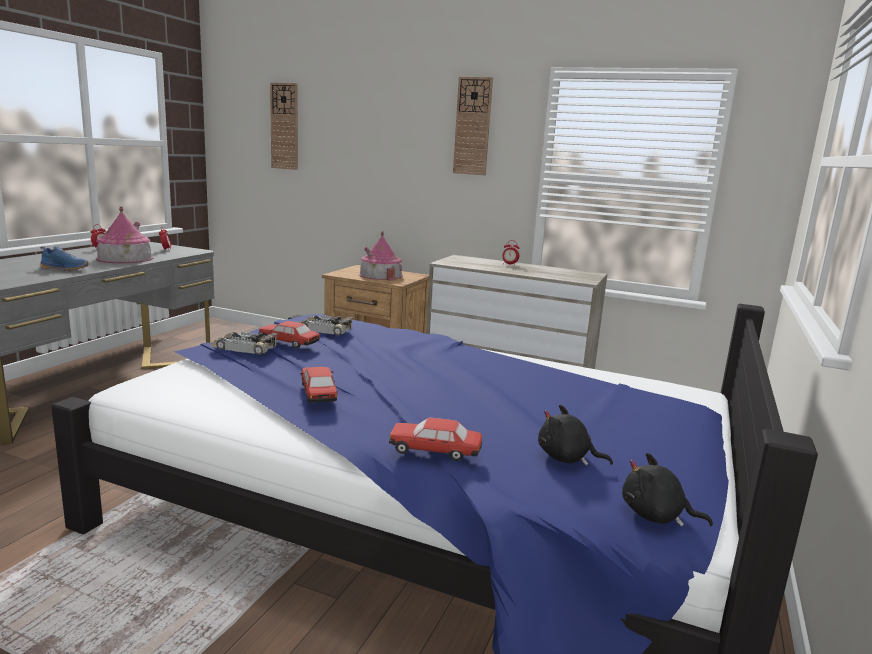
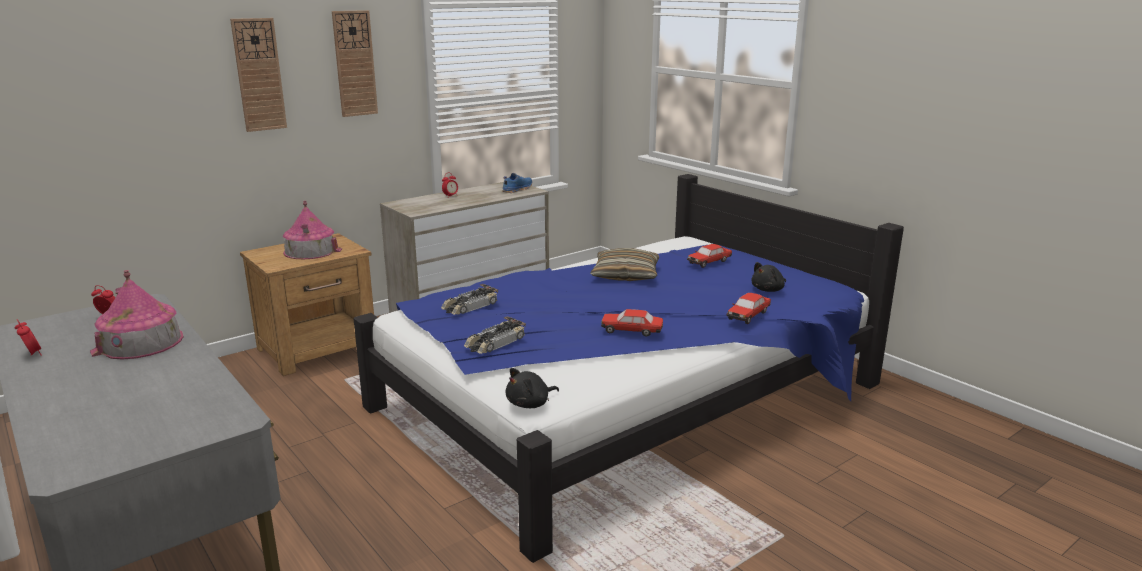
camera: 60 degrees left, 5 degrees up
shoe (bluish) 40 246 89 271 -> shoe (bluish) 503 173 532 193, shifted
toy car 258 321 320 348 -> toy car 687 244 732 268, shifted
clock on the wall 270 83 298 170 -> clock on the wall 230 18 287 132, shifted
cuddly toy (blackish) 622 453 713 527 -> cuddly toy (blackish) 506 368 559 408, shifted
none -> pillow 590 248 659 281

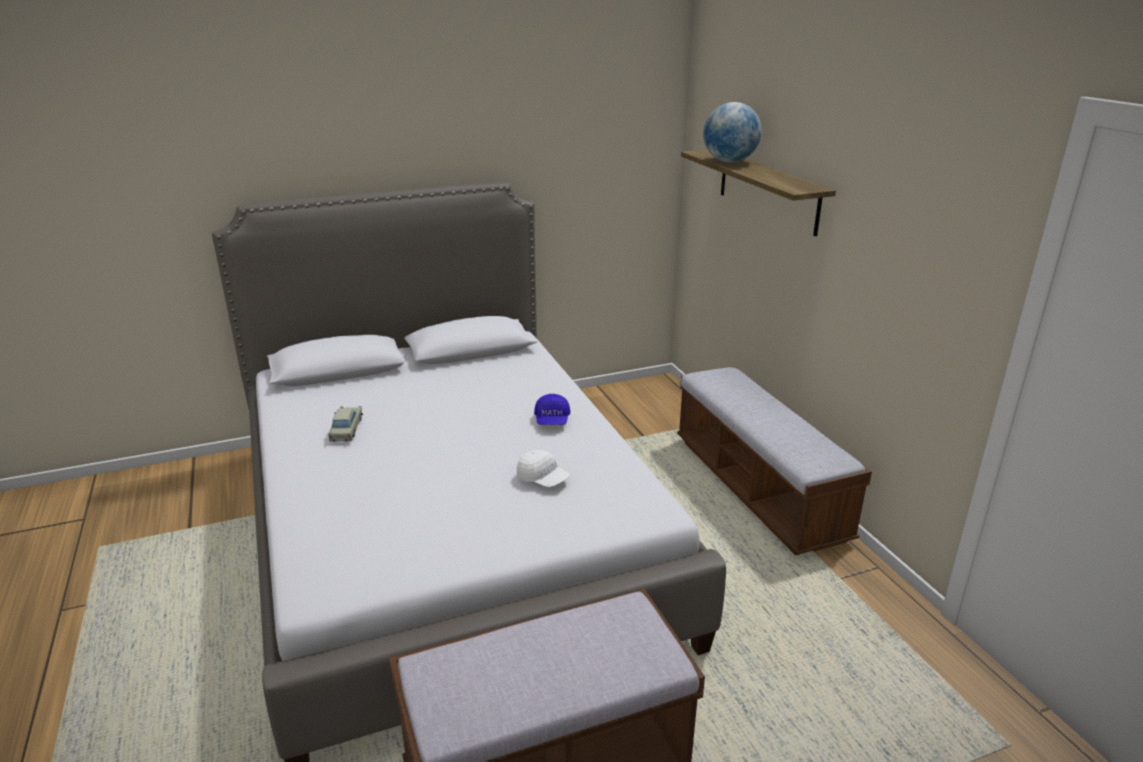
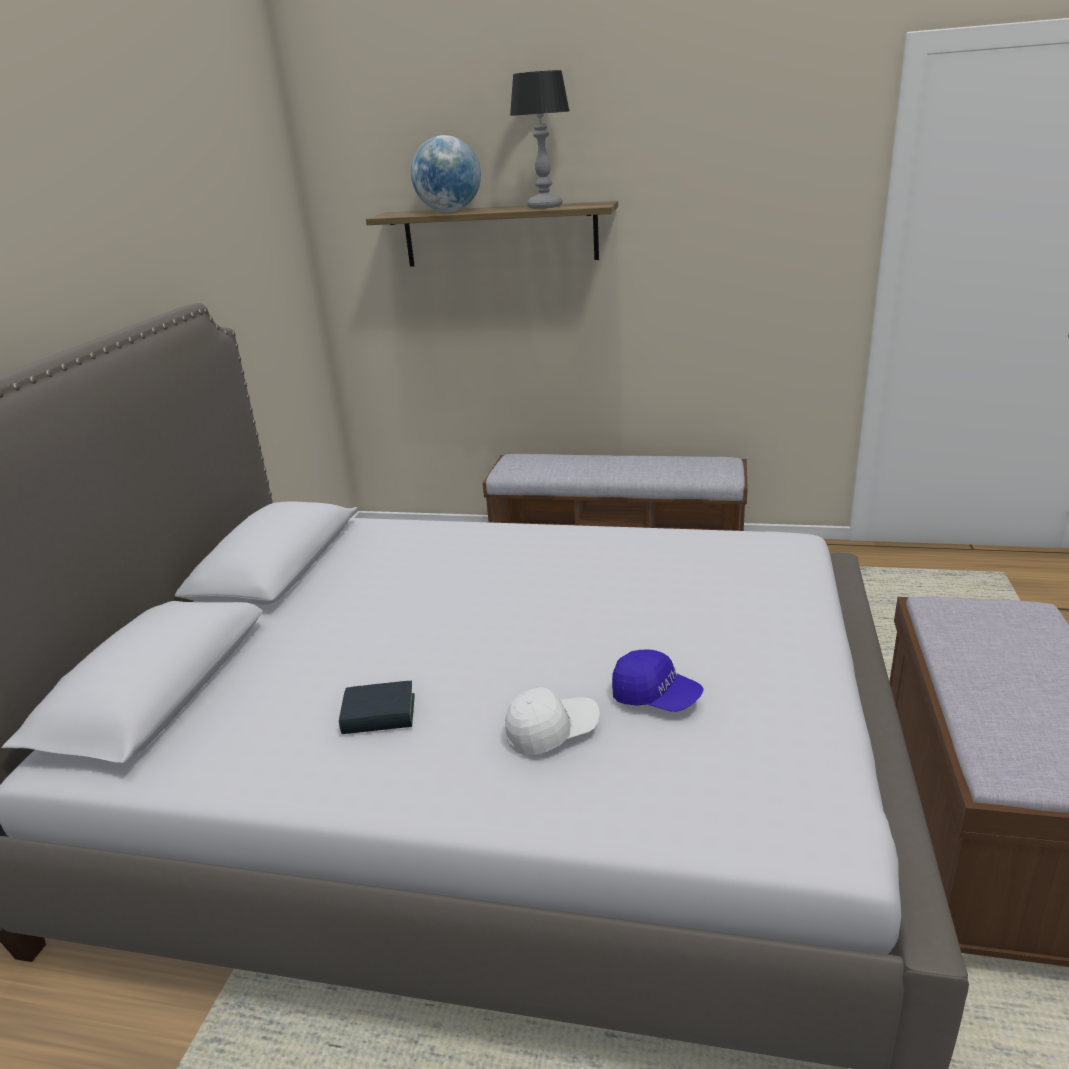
camera: 55 degrees left, 0 degrees up
toy car (beige) 328 406 363 442 -> bound book 339 681 415 734
baseball cap (whitish) 517 450 570 487 -> baseball cap (whitish) 505 687 600 756, shifted
baseball cap (bluish) 534 394 571 425 -> baseball cap (bluish) 612 649 703 712, shifted
none -> tabletop lamp 510 70 569 209

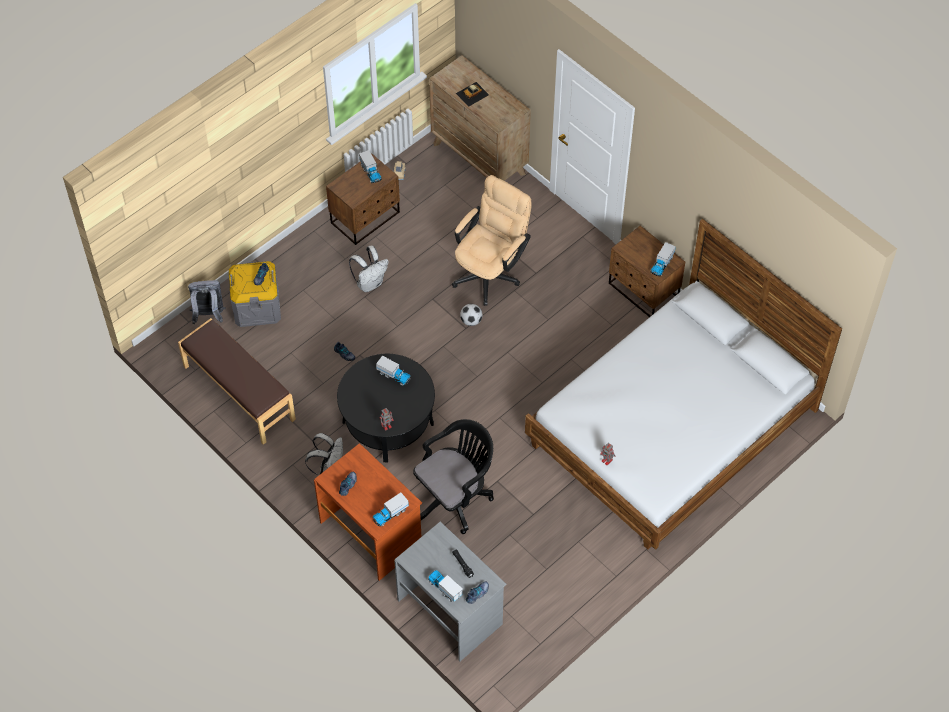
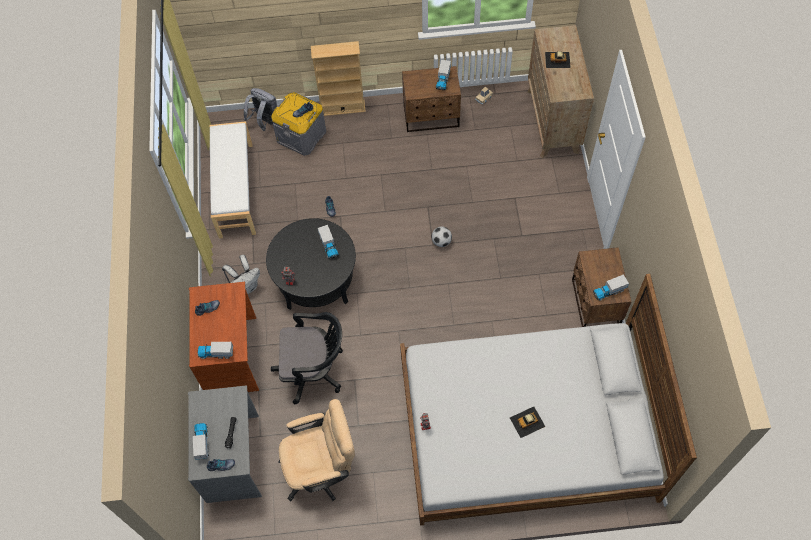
camera: 40 degrees right, 5 degrees up
long seat (brown) 178 318 296 445 -> long seat (whitish) 210 121 256 238
rucksack (whitish) 349 246 388 292 -> none
desk chair (beige) 452 175 532 306 -> desk chair (beige) 278 399 355 501, shifted
none -> bookcase (beige) 311 41 366 116
none -> toy car 510 407 545 438

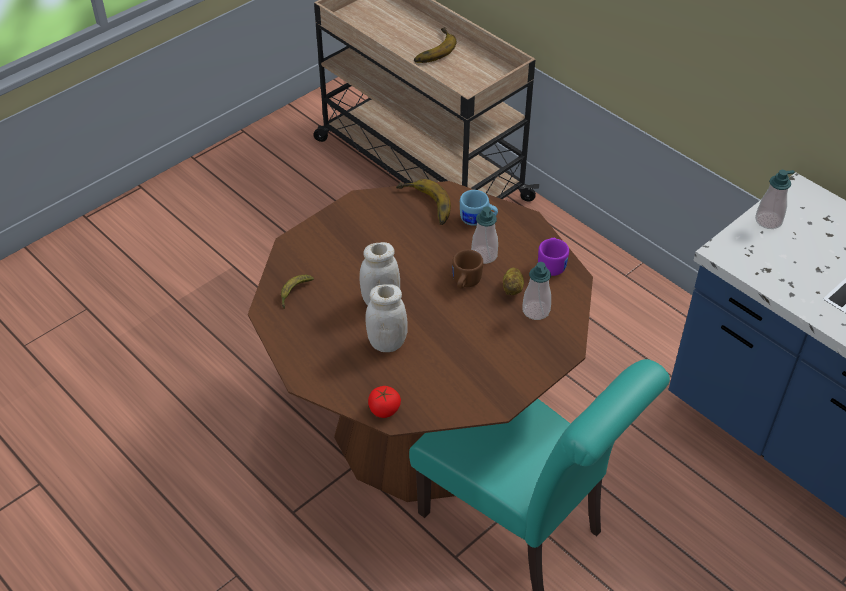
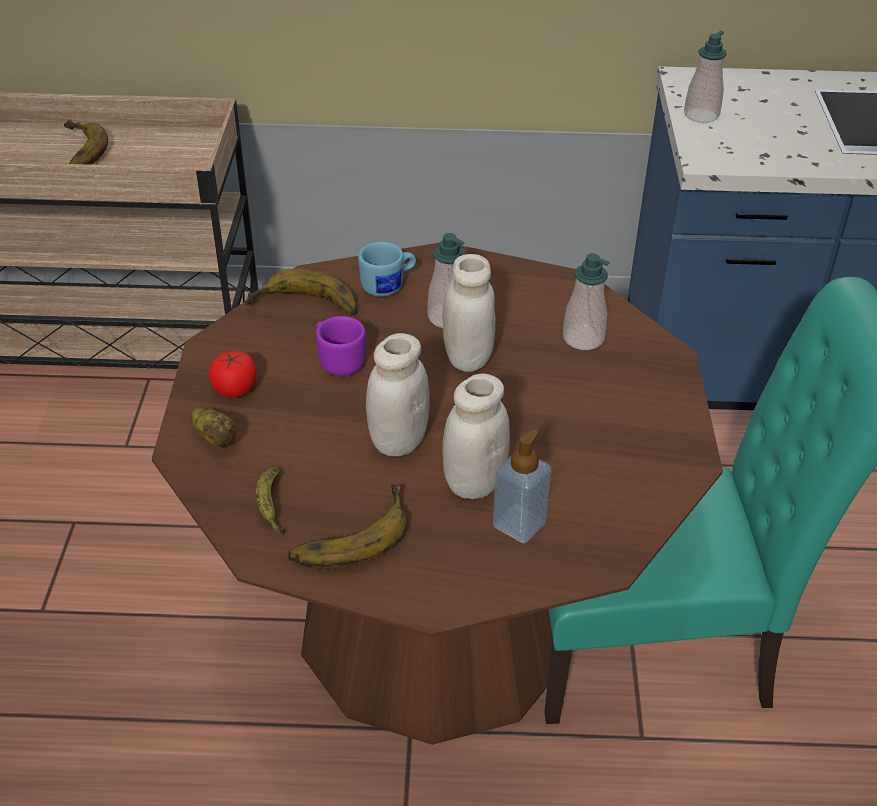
camera: 45 degrees left, 5 degrees down
whole tomato 368 386 401 418 -> whole tomato 209 351 257 398, shifted
coffee mug (brown) 452 249 483 288 -> preserve jar (whitish) 442 254 496 372
spud 503 268 524 295 -> spud 190 407 237 449, shifted
coffee mug (purple-coloured) 538 238 569 276 -> coffee mug (purple-coloured) 315 316 366 376, shifted
none -> whole banana 288 484 407 568
none -> liquid soap bottle 493 429 552 543

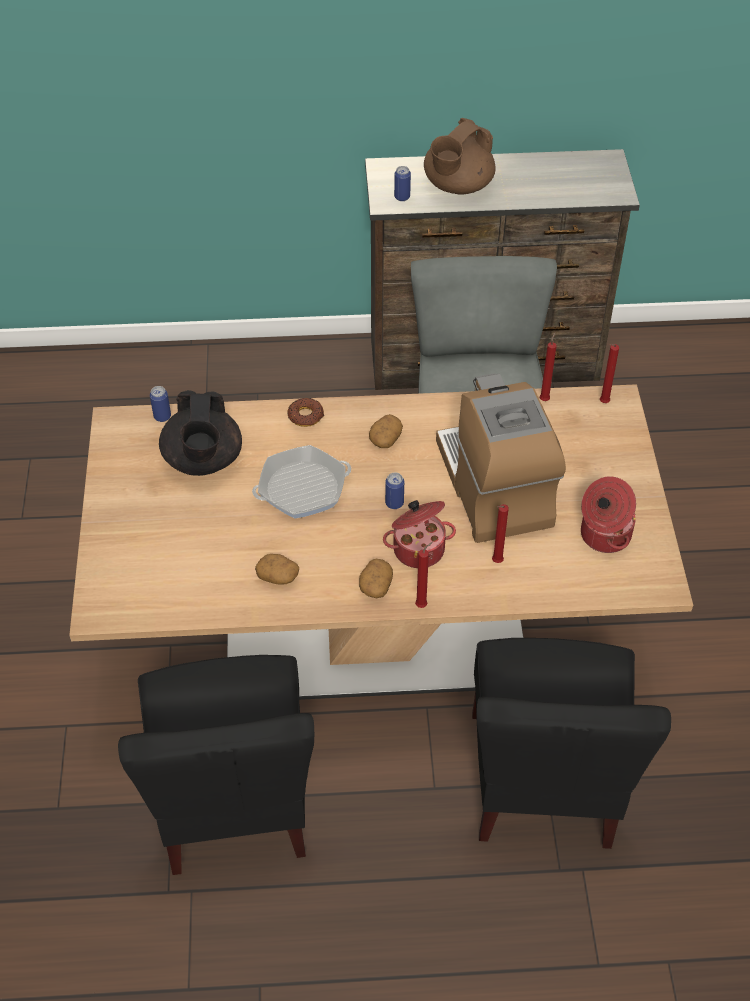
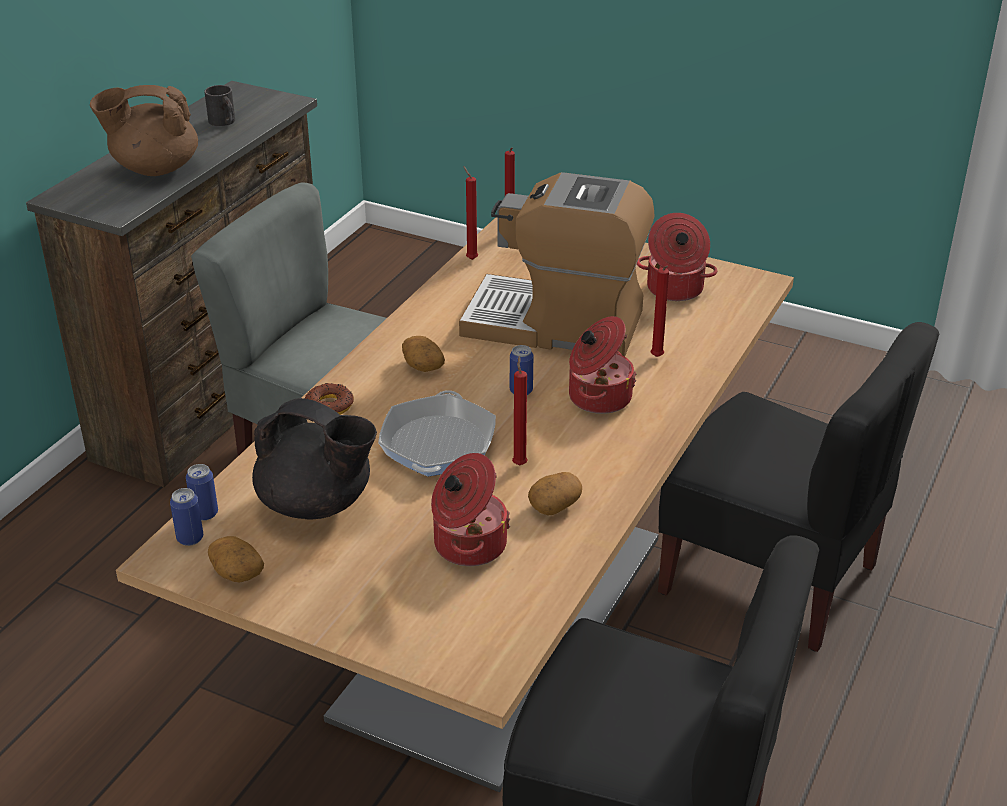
camera: 60 degrees left, 15 degrees down
spud 359 559 393 598 -> spud 208 536 264 582, shifted
sealed can 394 166 411 201 -> sealed can 170 488 203 546, shifted
wax light (red) 415 542 433 608 -> wax light (red) 512 356 527 465, shifted
tea pot (brown) 424 118 496 195 -> tea pot (brown) 90 85 198 176, 105 degrees clockwise
none -> coffee mug (blackish) 204 85 235 126
none -> saucepot 431 453 510 566

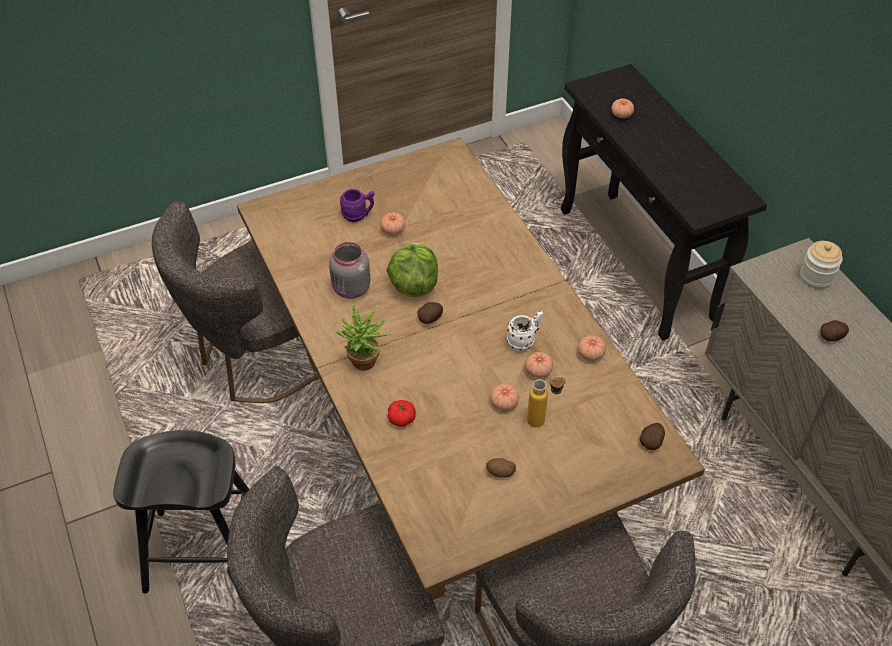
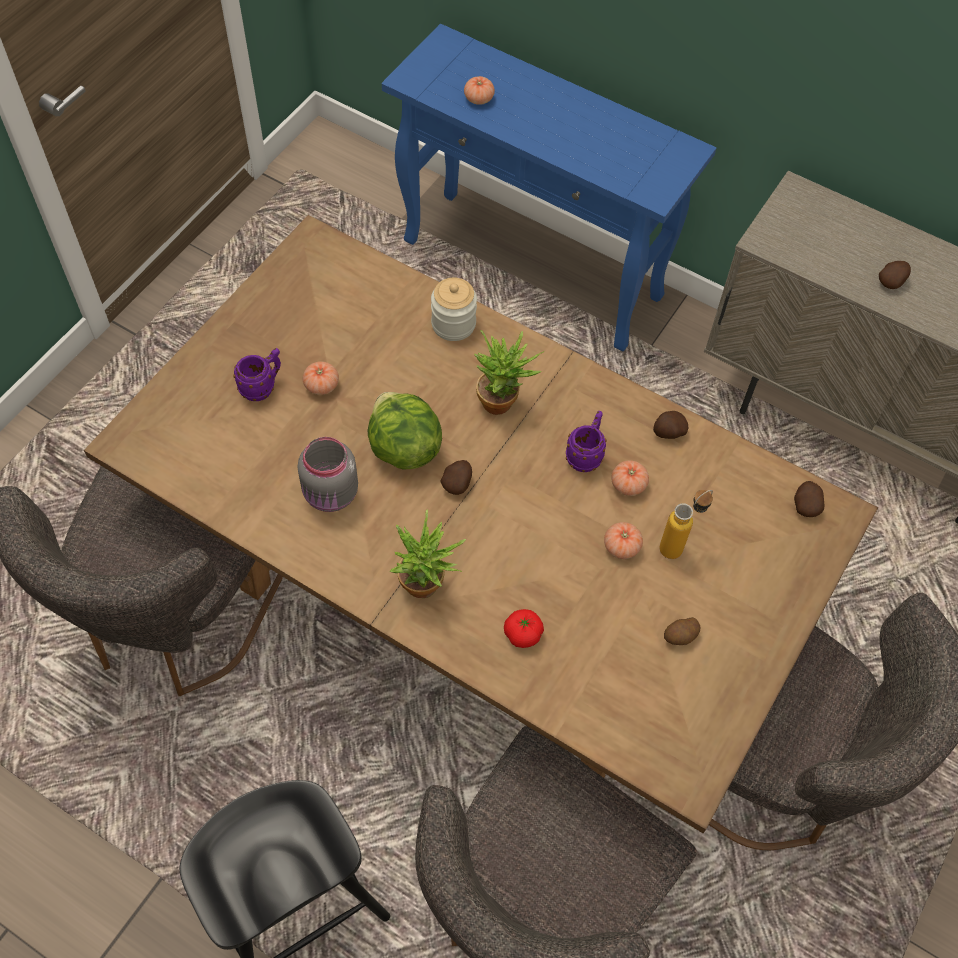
camera: 35 degrees left, 10 degrees up
coffee mug (whitish) 507 311 543 351 -> coffee mug (purple-coloured) 566 411 607 472
console table (blackish) 561 64 767 341 -> console table (bluish) 382 24 716 351
whole tomato 578 335 606 361 -> spud 653 411 688 439
preserve jar 800 241 843 289 -> preserve jar 431 278 477 341, shifted
none -> potted plant 474 330 544 415

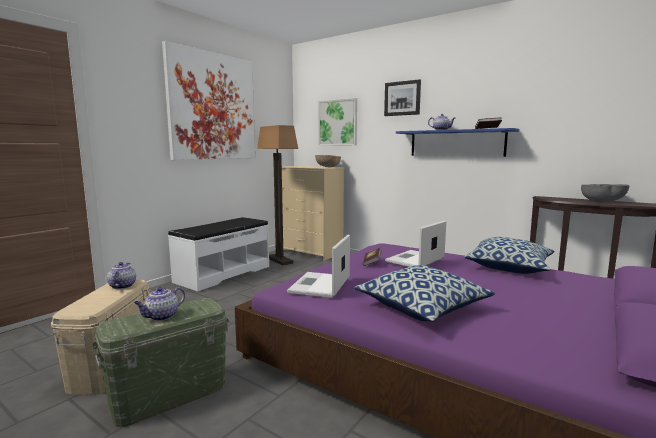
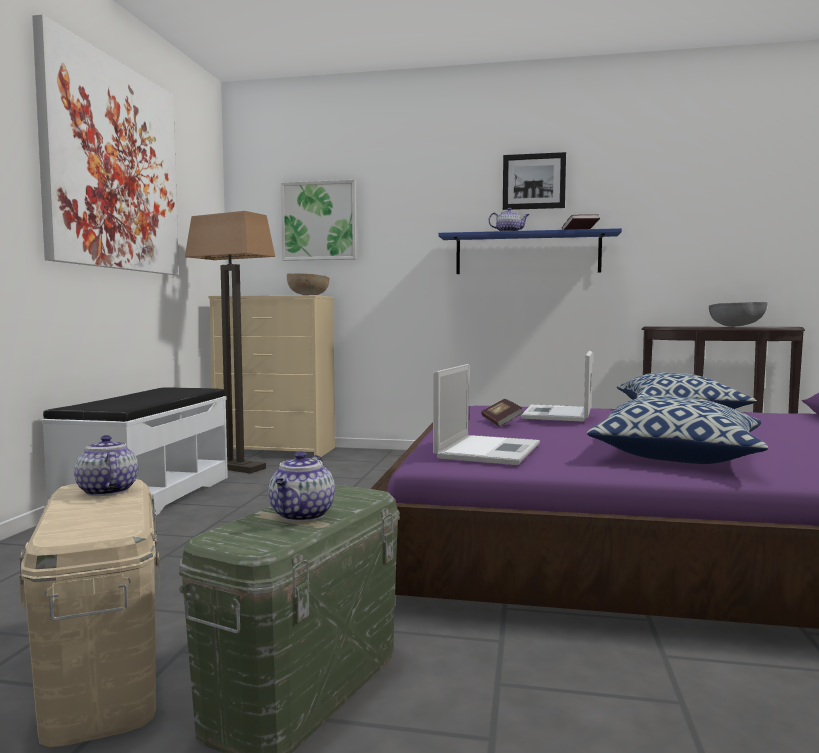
camera: 25 degrees left, 5 degrees down
portable computer 287 235 350 298 -> portable computer 433 364 540 465, 150 degrees counterclockwise
wall picture 384 79 421 116 -> wall picture 503 152 566 210, shifted

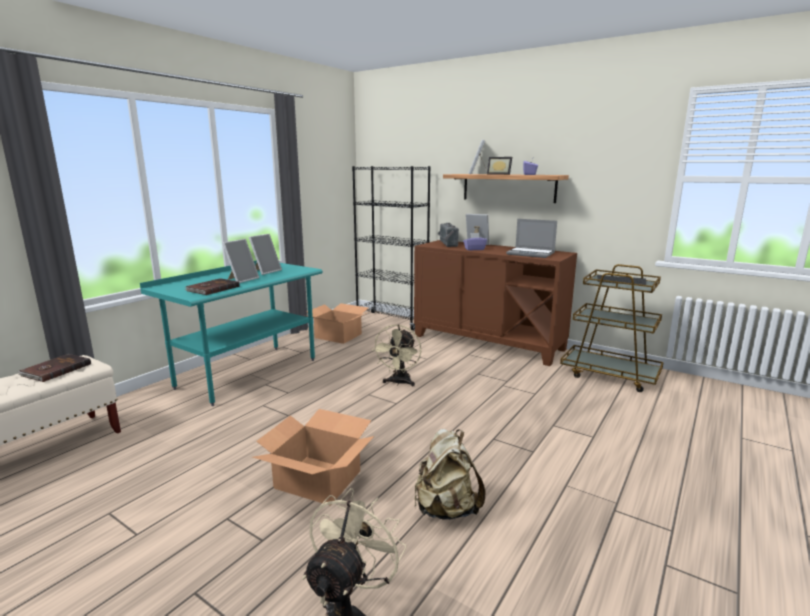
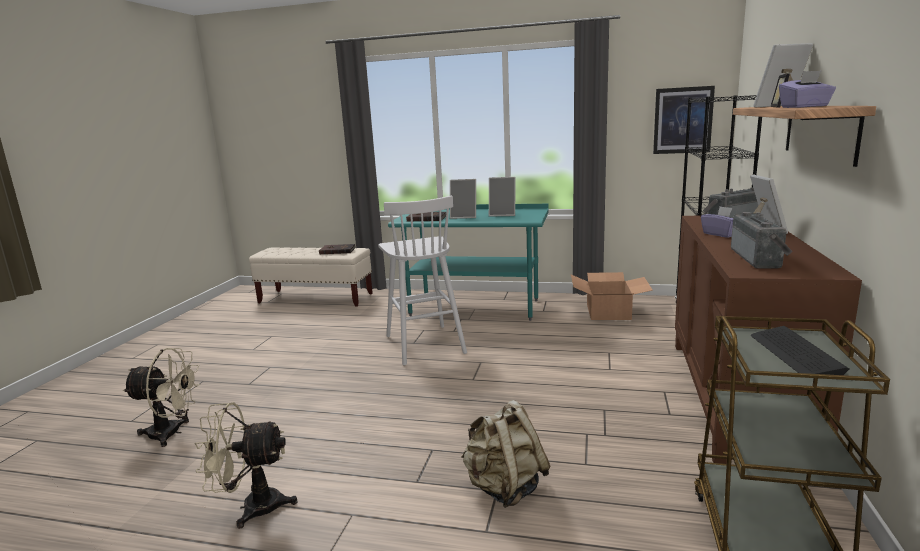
camera: 70 degrees right, 0 degrees up
cardboard box 252 409 374 506 -> none
fan (beige) 372 324 421 386 -> fan (beige) 194 402 297 529, shifted
rucksack (beige) 414 429 485 520 -> rucksack (beige) 461 400 550 508, shifted
portable computer 506 219 557 258 -> radio 731 212 793 269
none -> sitting stool (whitish) 378 196 467 365
none -> wall picture 653 86 715 154

